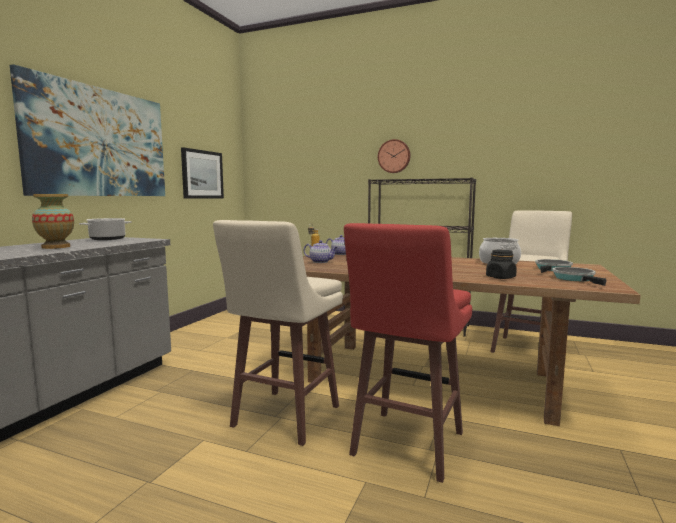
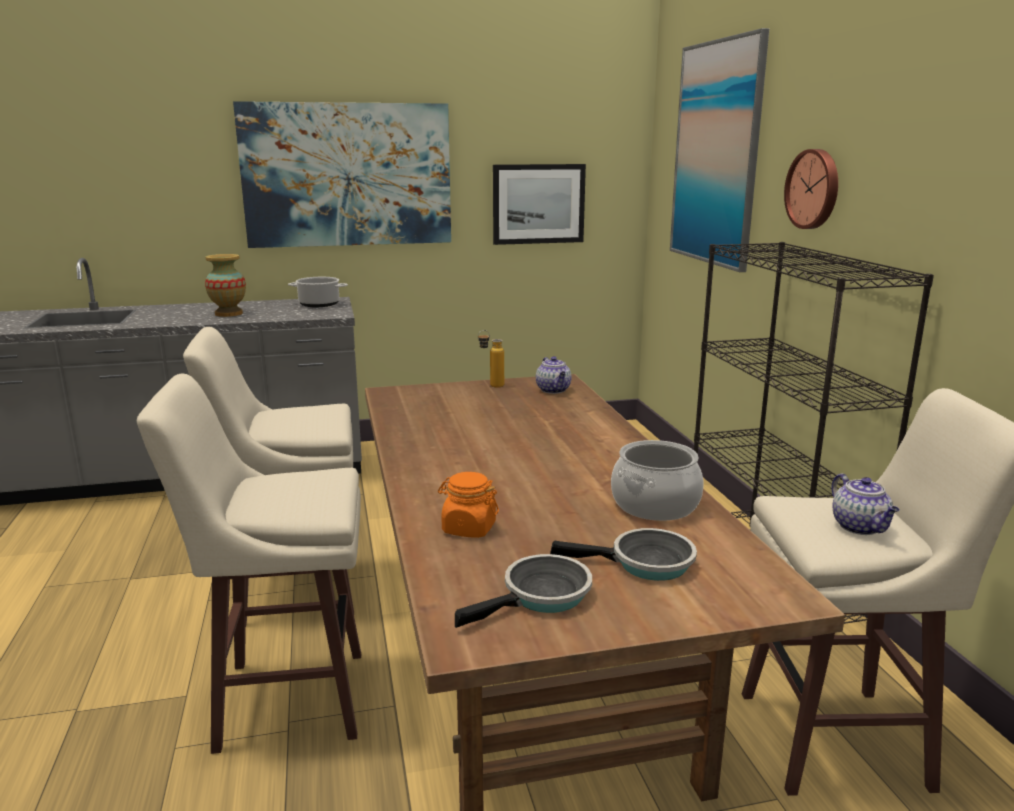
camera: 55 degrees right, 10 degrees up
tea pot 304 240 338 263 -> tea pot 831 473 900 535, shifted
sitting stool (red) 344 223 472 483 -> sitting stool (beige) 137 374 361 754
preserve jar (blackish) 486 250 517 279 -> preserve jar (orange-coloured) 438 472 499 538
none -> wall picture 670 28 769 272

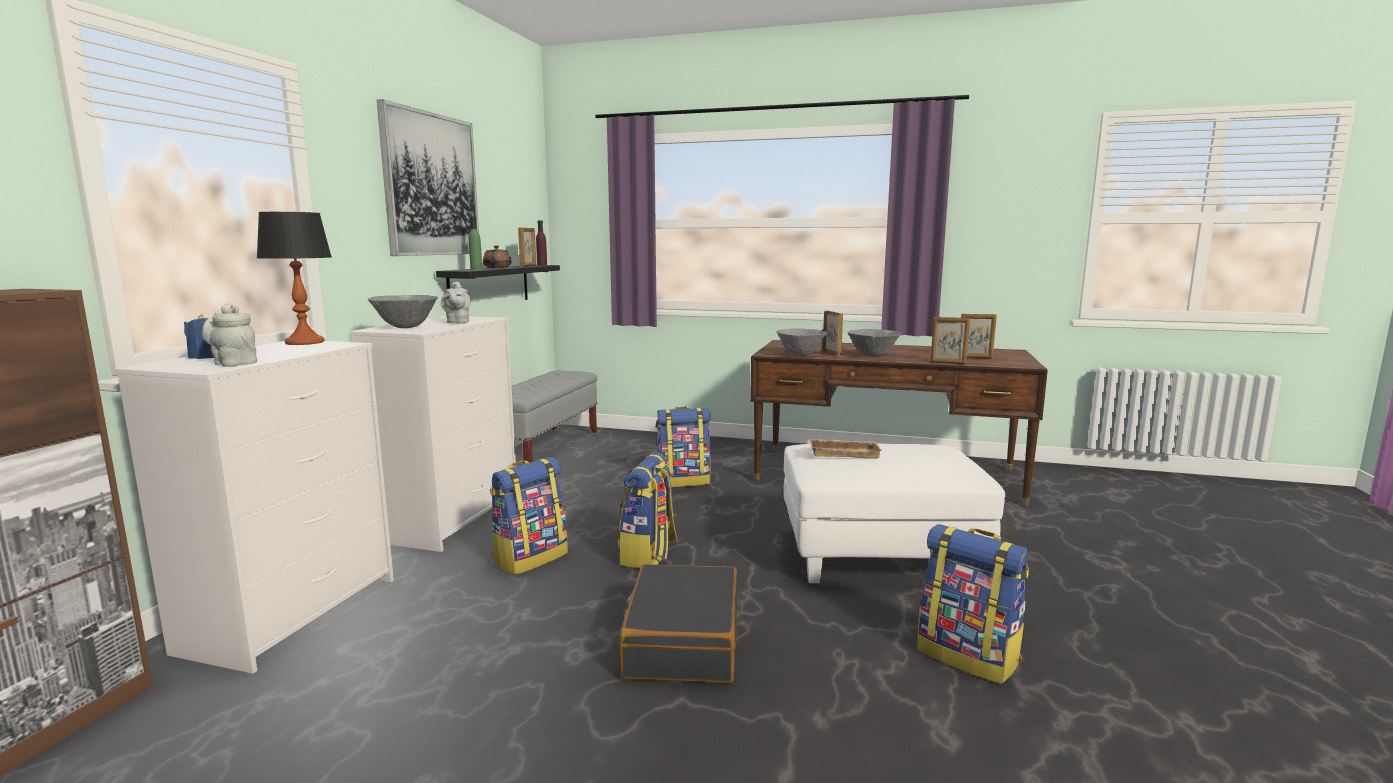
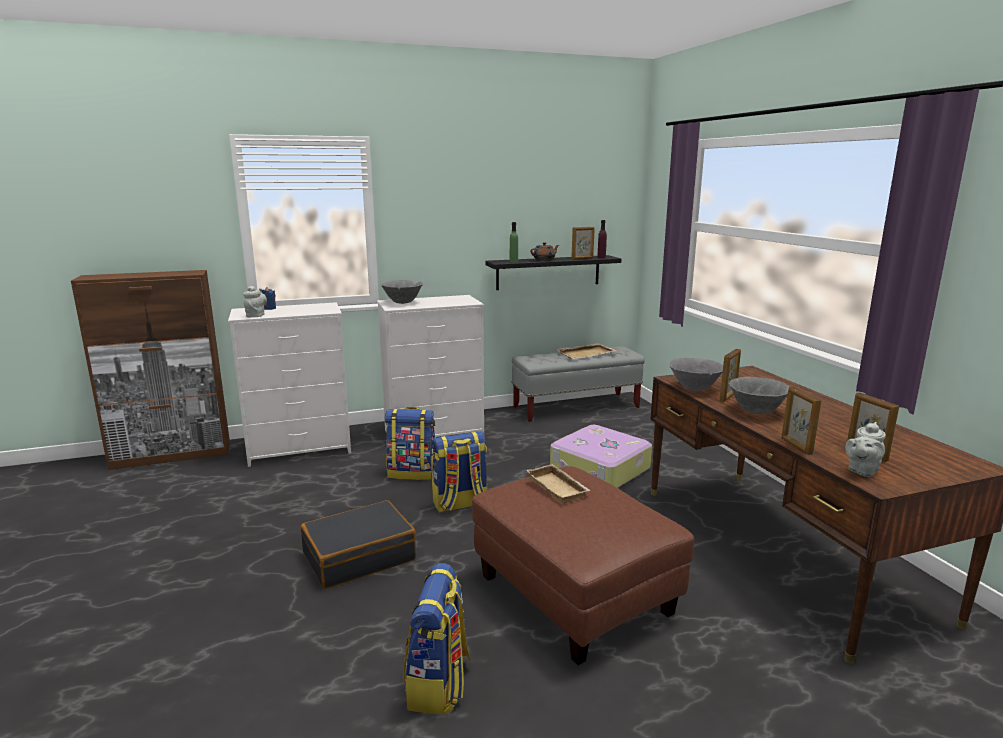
camera: 55 degrees right, 5 degrees up
tabletop lamp 256 212 332 345 -> none
wall picture 377 99 479 256 -> none
tea pot (greyish) 441 282 471 324 -> tea pot (greyish) 845 422 886 477, shifted
rucksack 655 406 711 487 -> travel case 550 425 652 488
pouffe (whitish) 784 443 1005 583 -> pouffe (brown) 472 466 694 665
none -> carrying tray (beige) 555 343 617 359

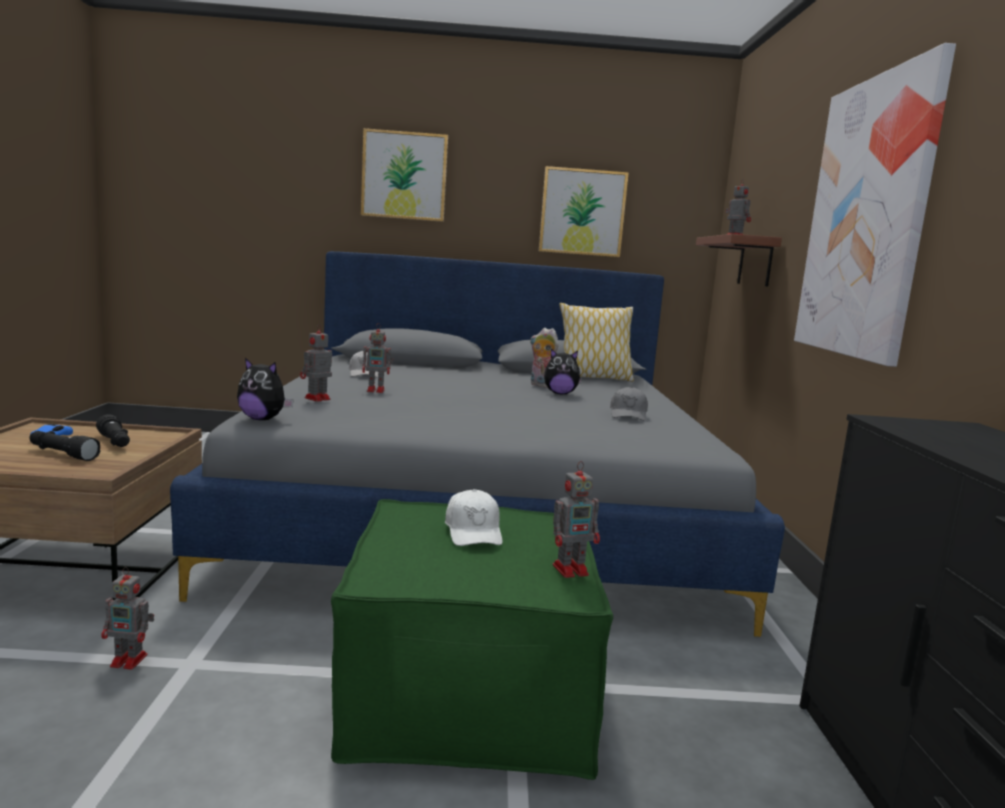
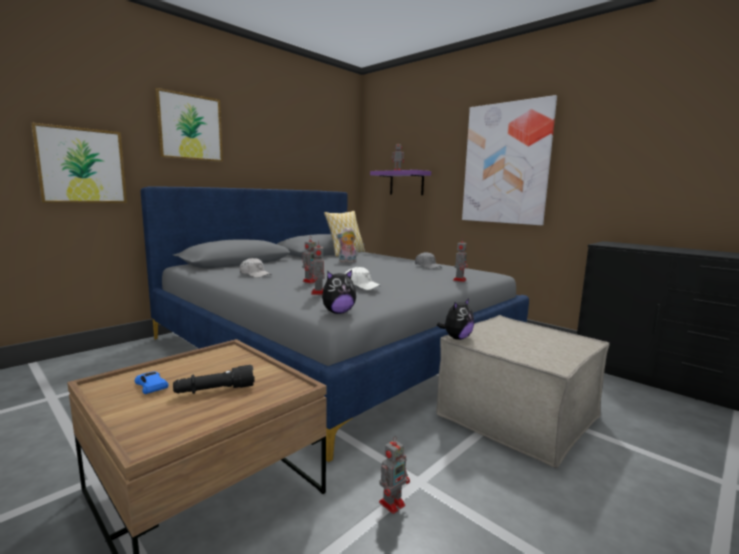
camera: 45 degrees left, 0 degrees up
hand torch (blackish) 96 414 130 447 -> none
pouffe (green) 331 499 613 780 -> pouffe (beige) 436 315 610 468
baseball cap (whitish) 445 489 503 546 -> baseball cap (whitish) 344 266 381 290, shifted
wall picture 539 166 629 257 -> wall picture 31 122 127 203, shifted
cuddly toy 544 349 582 394 -> cuddly toy 437 298 474 340, shifted
model robot 553 461 600 578 -> model robot 453 237 468 282, shifted
wall shelf (brown) 696 234 782 286 -> wall shelf (purple-coloured) 370 170 431 195

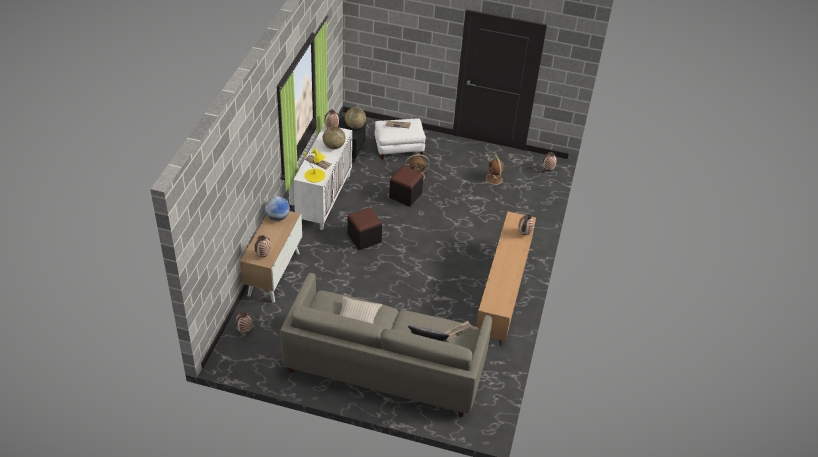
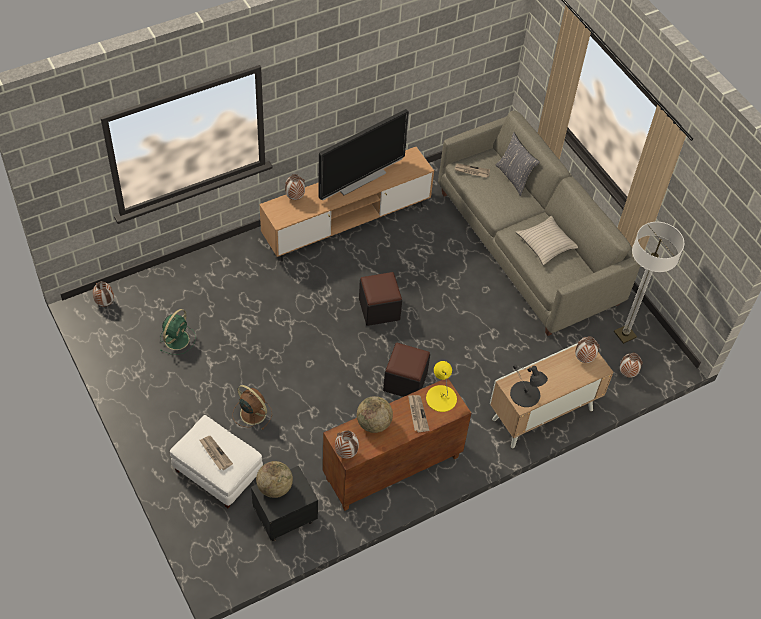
camera: 135 degrees left, 10 degrees up
globe 265 196 290 221 -> tabletop lamp (blackish) 510 364 548 407
cabinet (whitish) 293 124 352 230 -> cabinet (brown) 323 379 471 511
pouffe (blackish) 389 166 423 207 -> pouffe (blackish) 359 272 402 326, shifted
fan (brown) 482 155 507 188 -> fan (green) 160 309 196 355
none -> television 318 109 409 200
none -> standard lamp 614 222 684 344

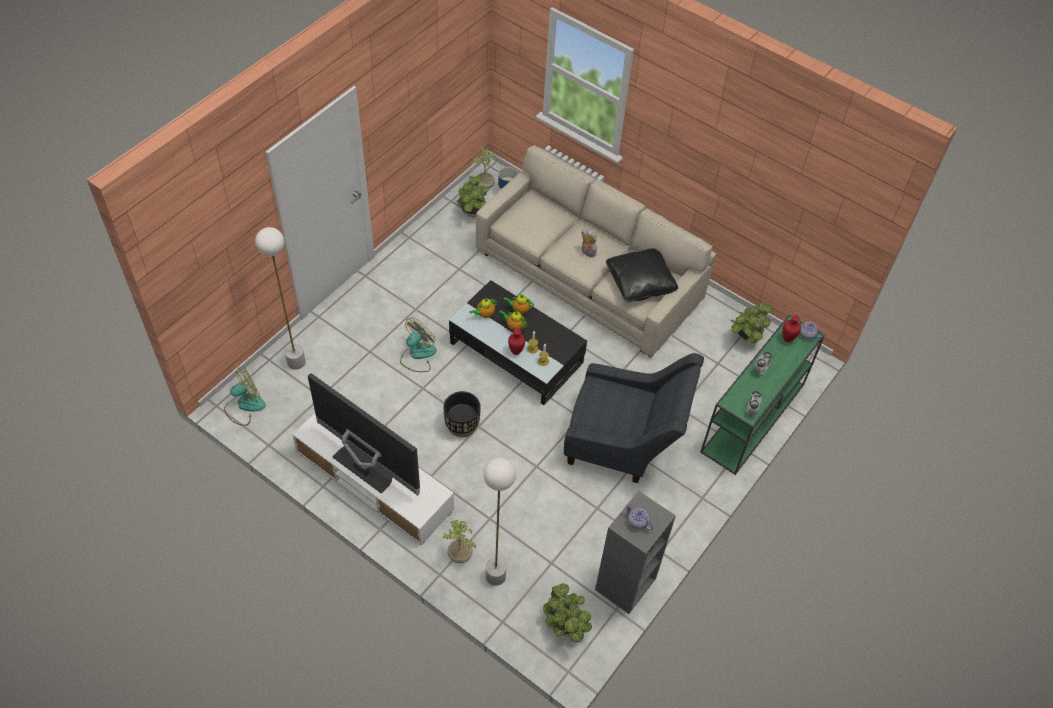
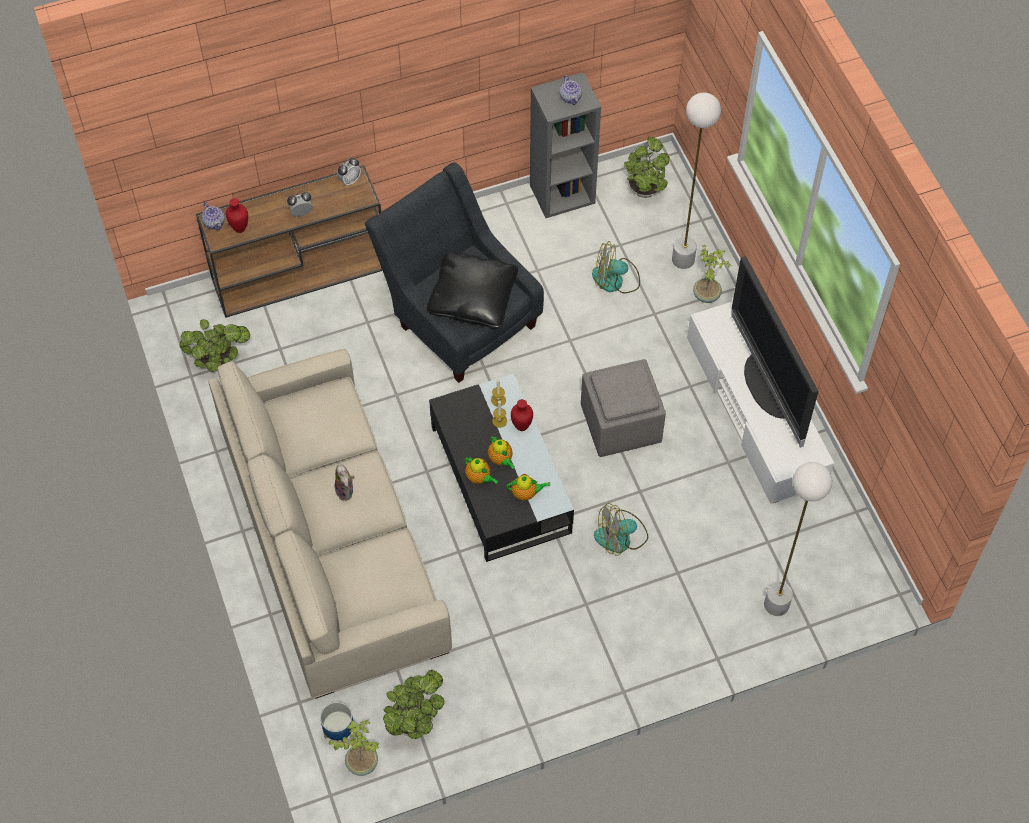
camera: 145 degrees left, 5 degrees up
fan 224 367 266 426 -> fan 592 241 640 293, shifted
planter (blackish) 443 391 481 437 -> pouffe (greyish) 581 359 666 457
pillow (blackish) 606 248 678 302 -> pillow (blackish) 427 252 518 328, shifted
console table (green) 700 315 825 475 -> console table (brown) 196 166 383 318

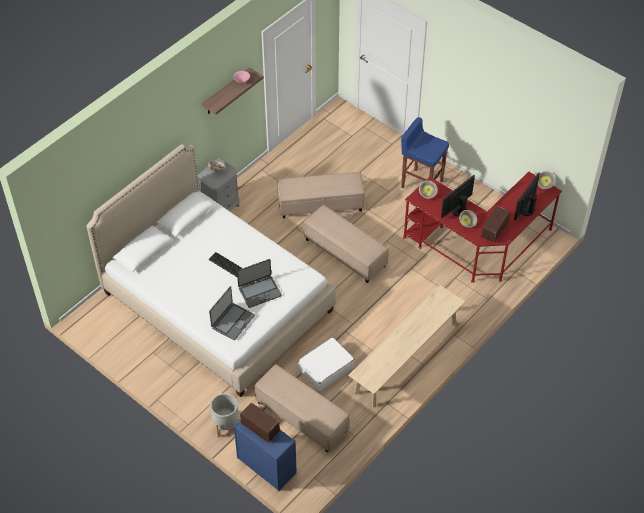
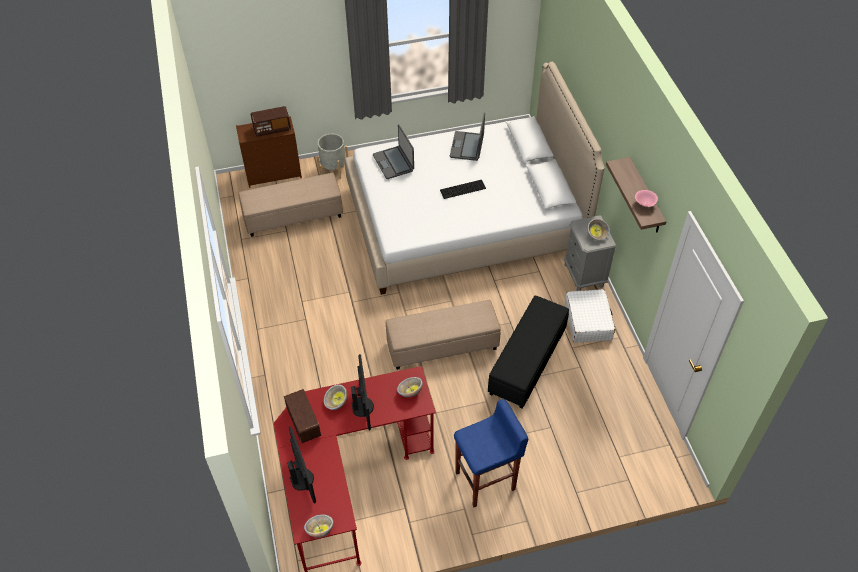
camera: 125 degrees right, 0 degrees up
dresser (bluish) 234 420 297 491 -> dresser (brown) 236 116 302 188
portable computer 237 259 282 308 -> portable computer 450 113 485 161, shifted
pouffe (beige) 278 172 365 218 -> pouffe (blackish) 488 296 569 409
travel case (whitish) 298 337 355 391 -> travel case (whitish) 565 289 615 343, shifted
long seat (beige) 348 285 465 408 -> none

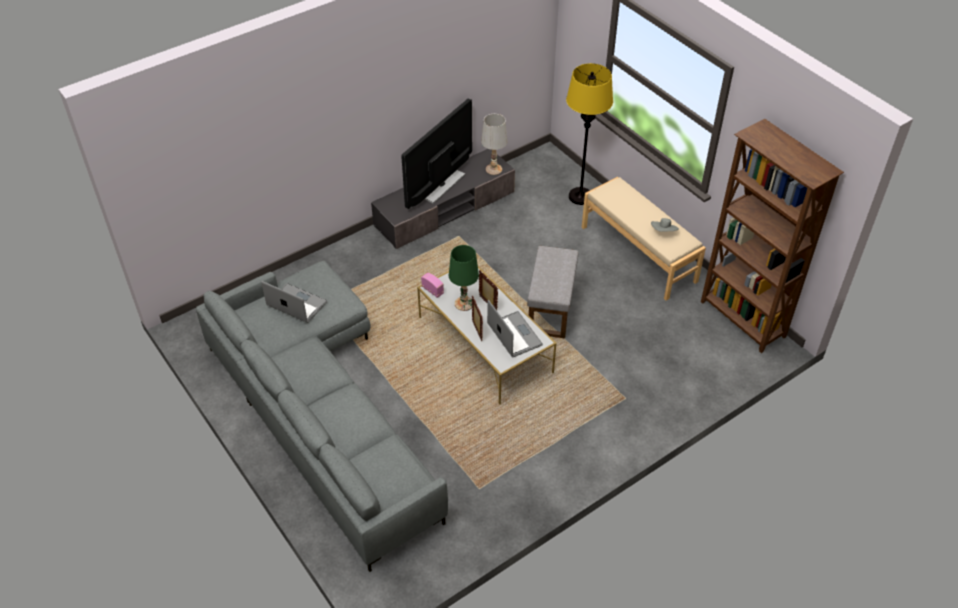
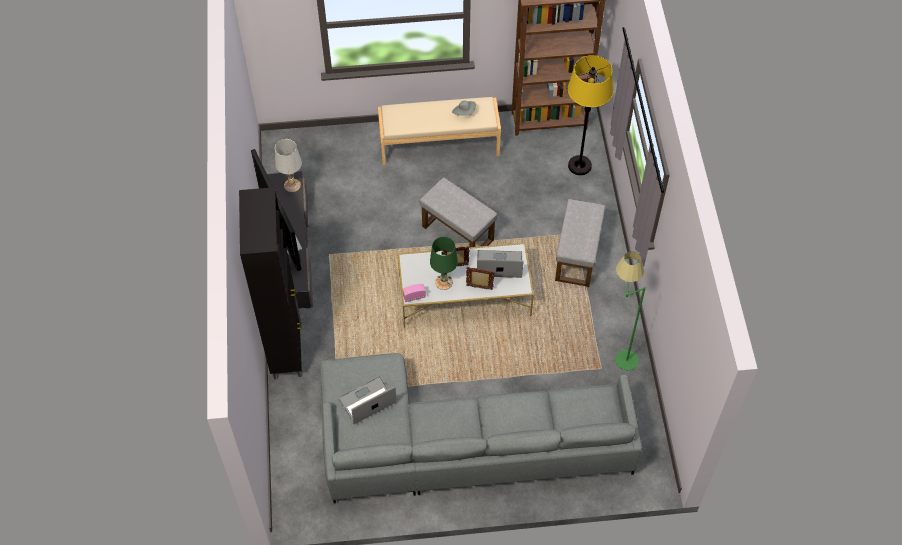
camera: 60 degrees left, 10 degrees up
standard lamp (yellow) 566 63 613 205 -> standard lamp (yellow) 568 55 613 175, shifted
none -> cabinet (blackish) 239 187 302 379
none -> pouffe (greyish) 555 199 605 287
none -> standard lamp (green) 615 251 646 371

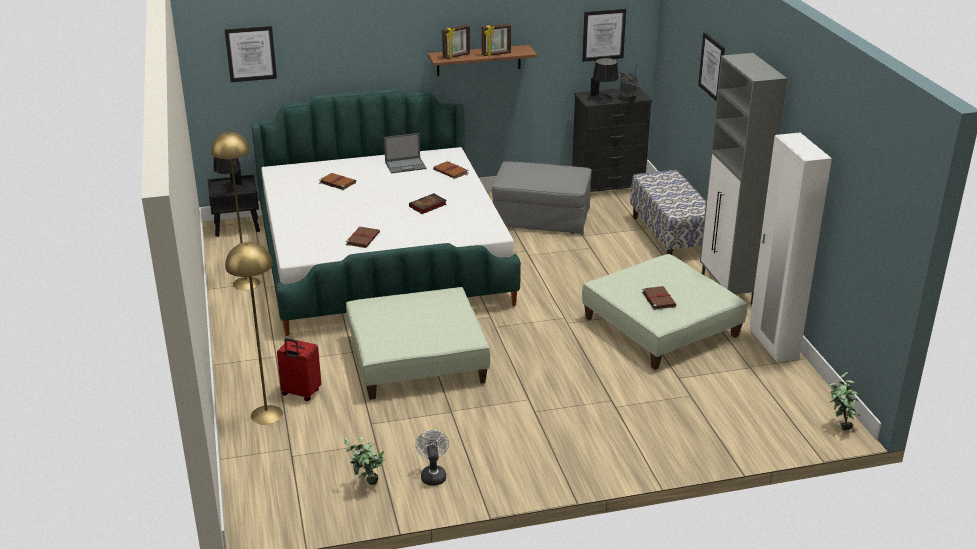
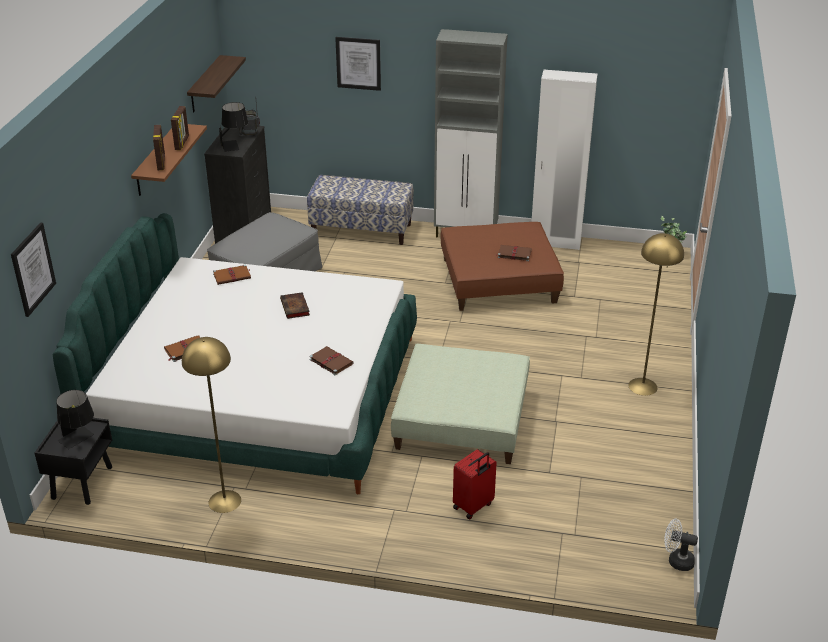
camera: 65 degrees left, 5 degrees up
standard lamp (yellow) 225 242 283 424 -> standard lamp (yellow) 628 233 684 396, shifted
potted plant 344 437 386 485 -> none
portable computer 384 133 427 173 -> none
fan (whitish) 415 430 449 486 -> fan (whitish) 664 519 698 571, shifted
wall picture 582 9 626 62 -> wall shelf 187 55 246 112
pouffe (green) 582 254 747 370 -> pouffe (brown) 441 222 564 311

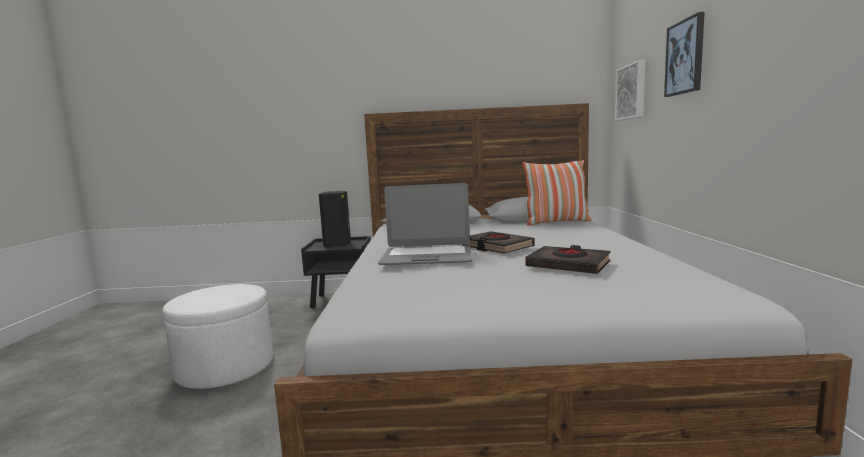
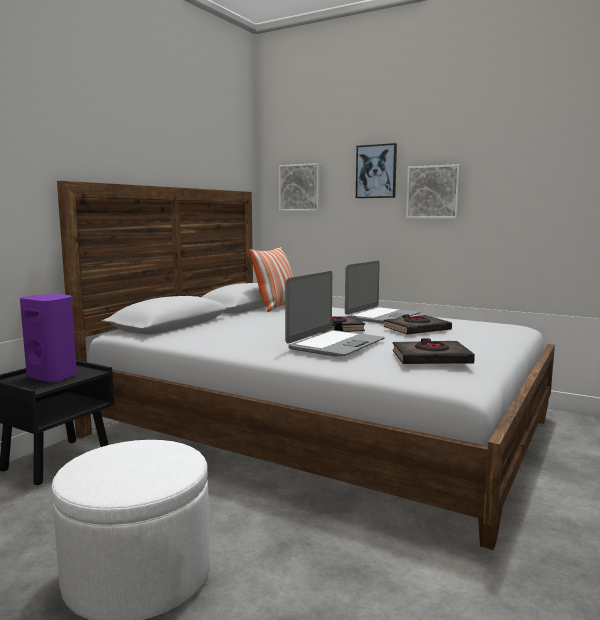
camera: 60 degrees left, 0 degrees up
audio speaker (blackish) 319 191 351 248 -> audio speaker (purple-coloured) 20 294 77 383
none -> portable computer 345 261 420 324
none -> bound book (blackish) 392 338 475 364
none -> wall picture 406 164 461 219

